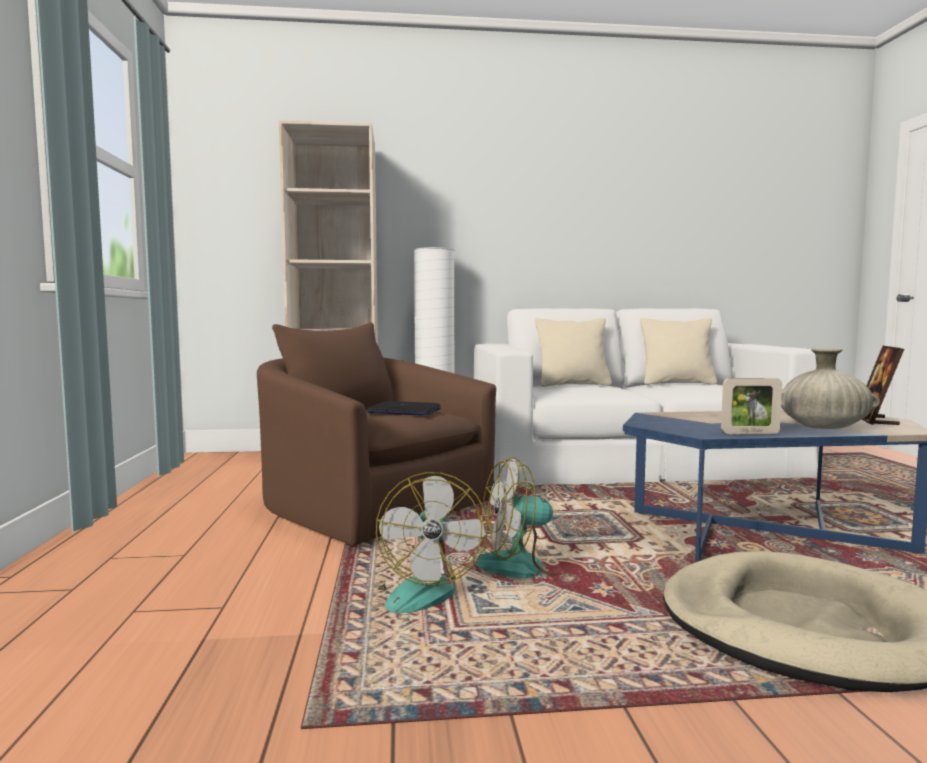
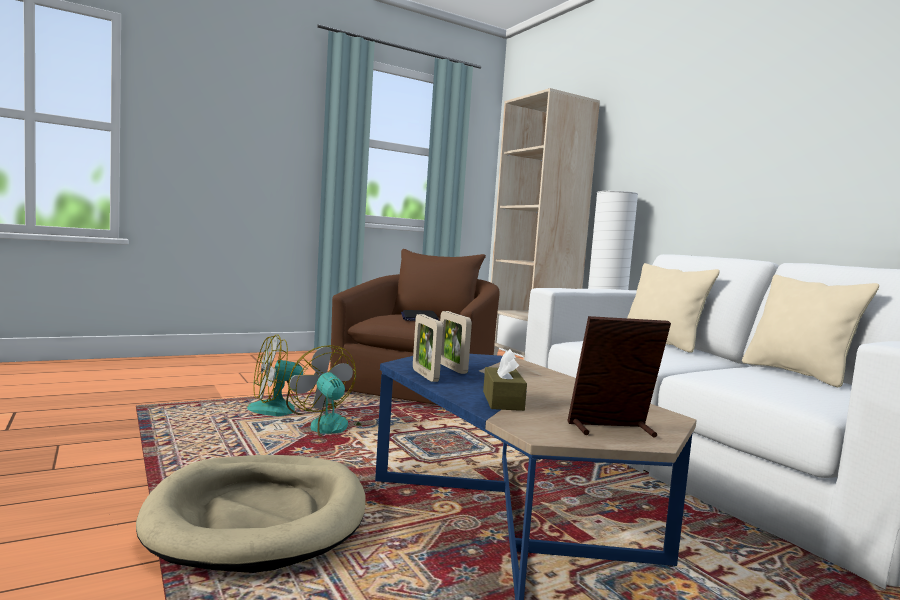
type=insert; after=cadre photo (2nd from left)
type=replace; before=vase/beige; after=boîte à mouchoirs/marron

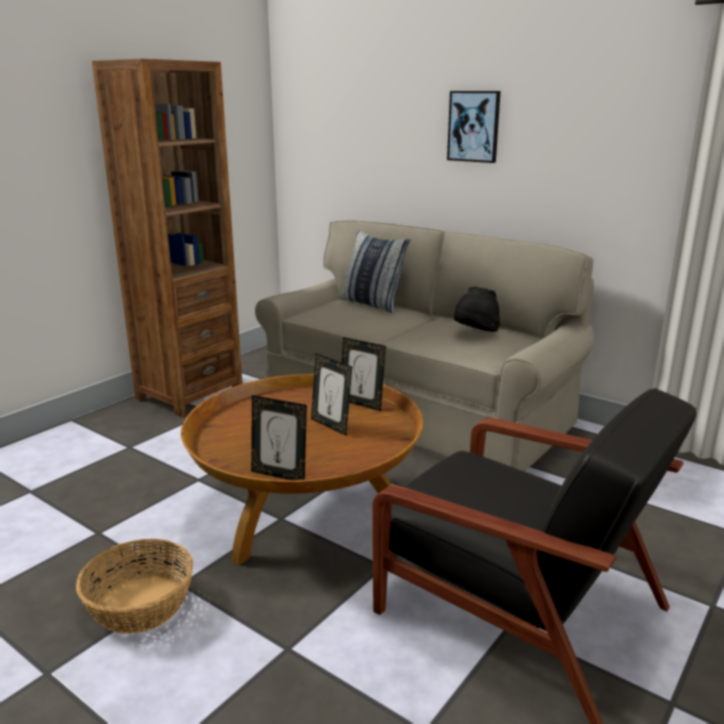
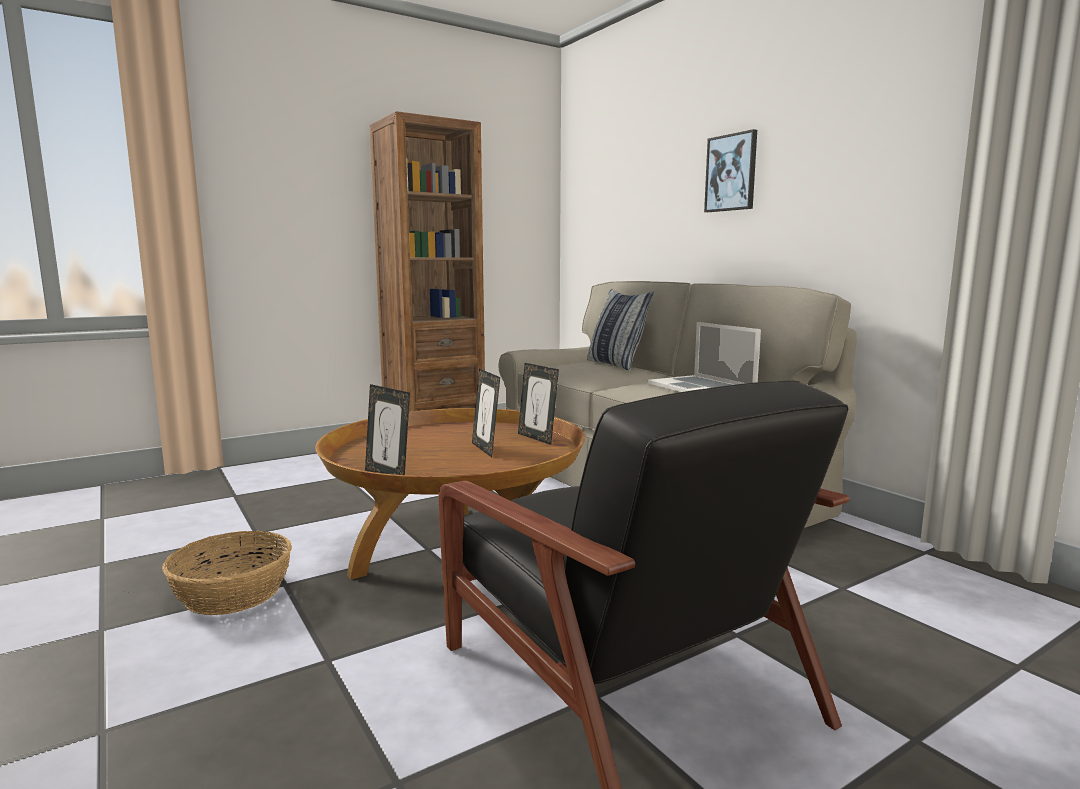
type=replace; before=chapeau/noir; after=ordinateur portable

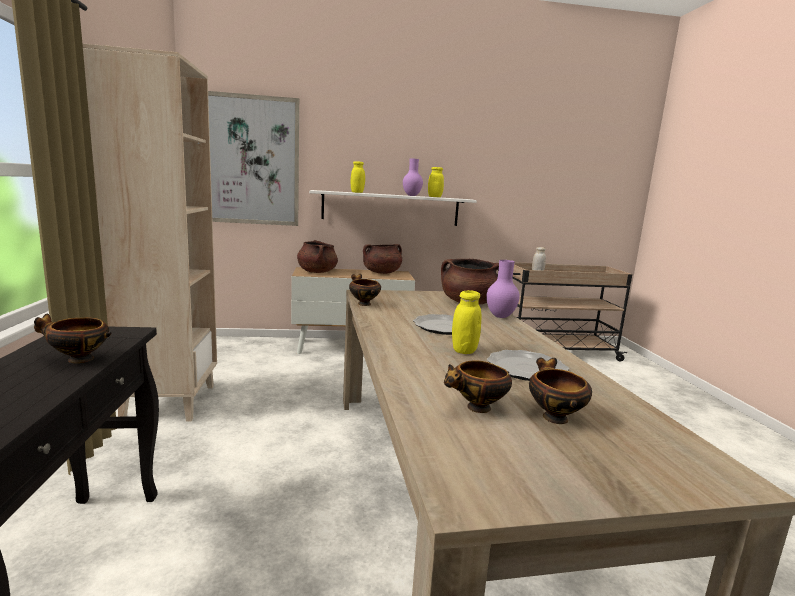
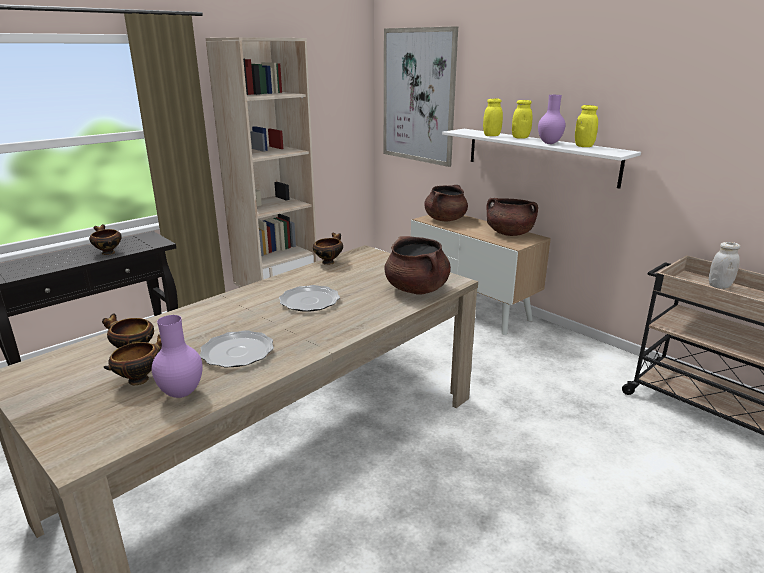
type=move; before=vase/violet (2nd from left in the first image); after=vase/violet (1st from left)
type=move; before=bocal/jaune (3rd from left in the first image); after=bocal/jaune (2nd from left)

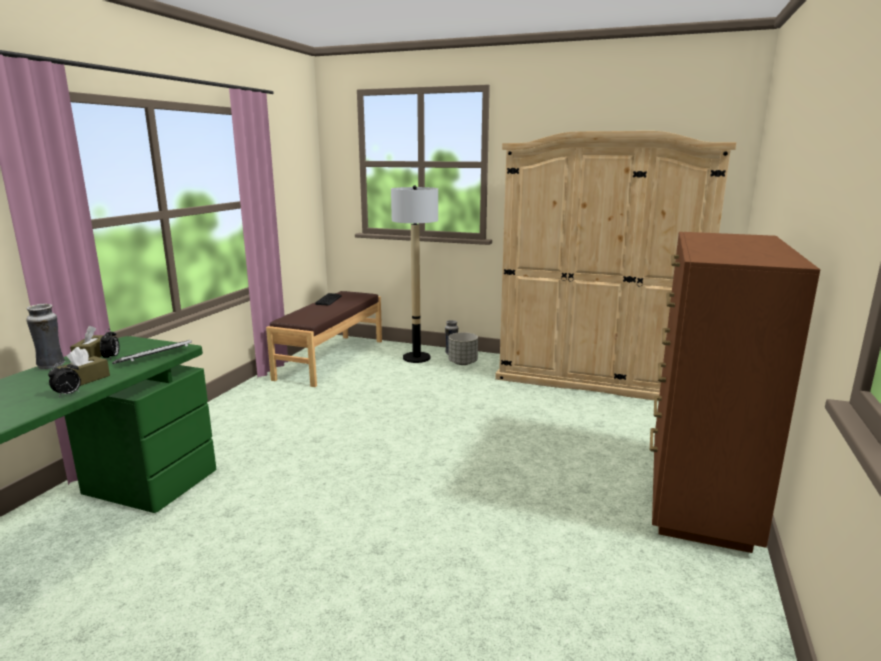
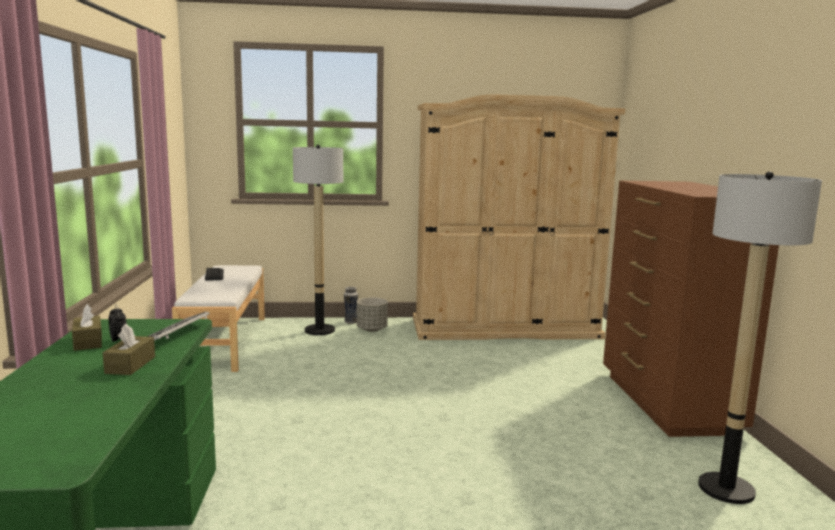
type=recolor; before=banc/marron; after=banc/blanc
type=insert; after=lampadaire (2nd from left)
type=delete; before=vase (1st from left)
type=delete; before=réveil (1st from left)

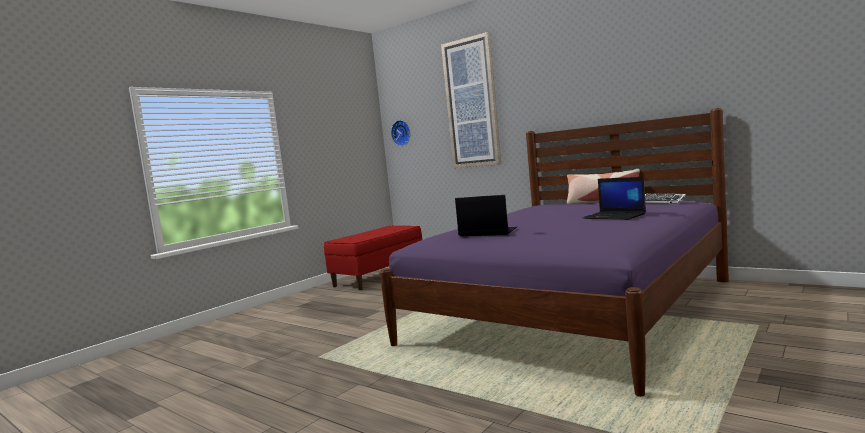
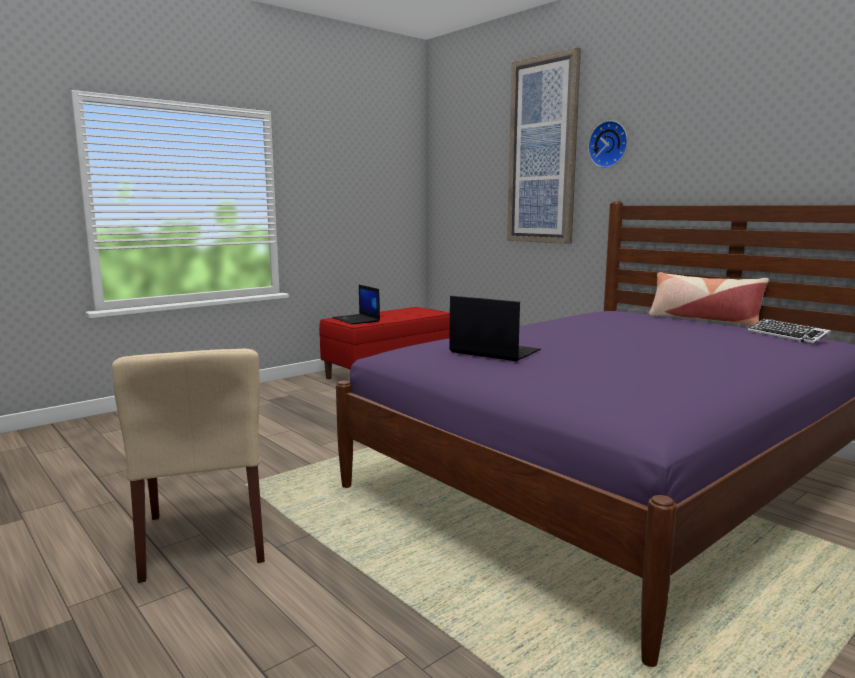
type=insert; after=chaise/beige
type=move; before=ordinateur portable (2nd from left in the first image); after=ordinateur portable (1st from left)
type=move; before=horloge murale

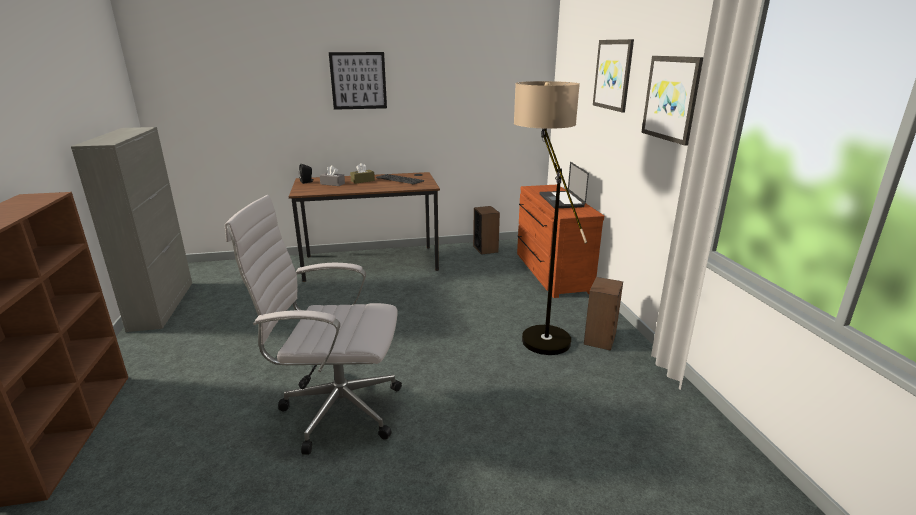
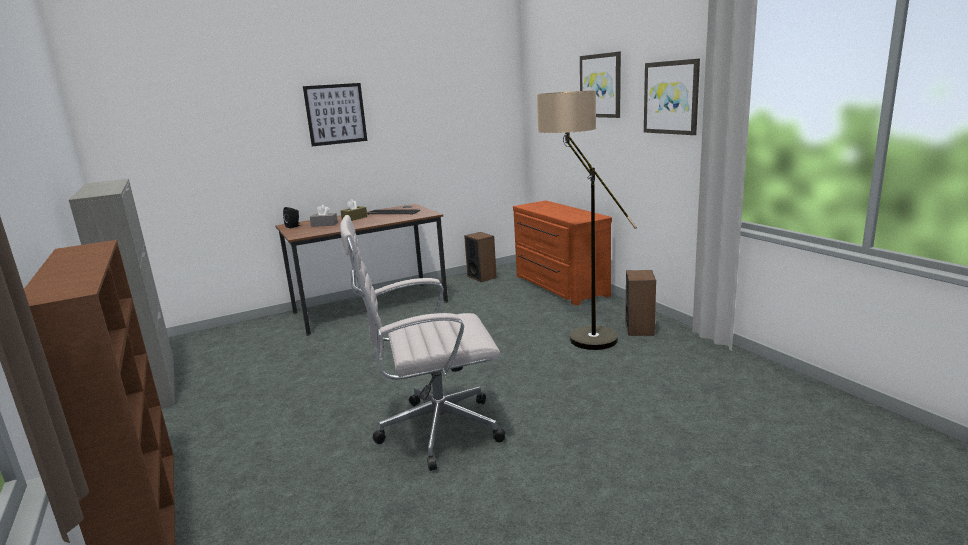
type=delete; before=ordinateur portable

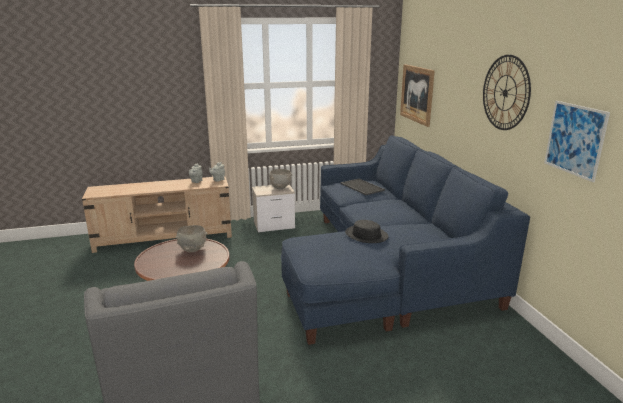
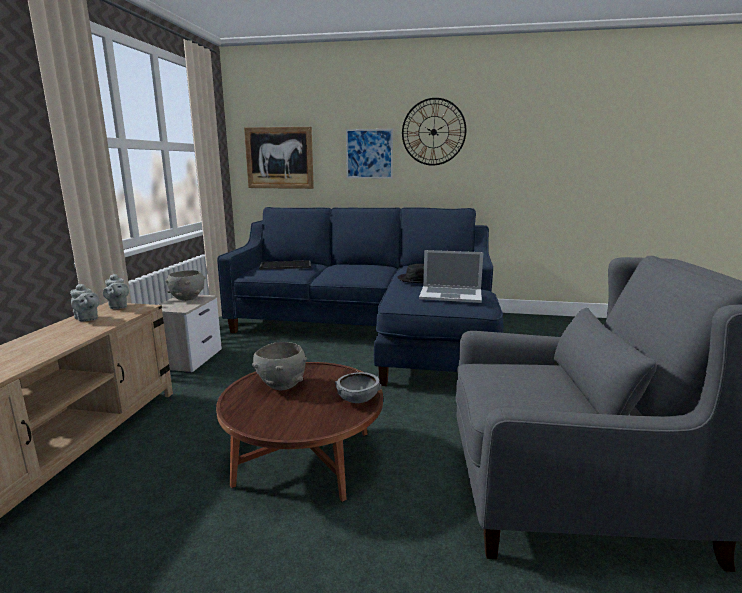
type=insert; after=bol/gris (3rd from left)
type=move; before=tableau (2nd from left)
type=insert; after=ordinateur portable

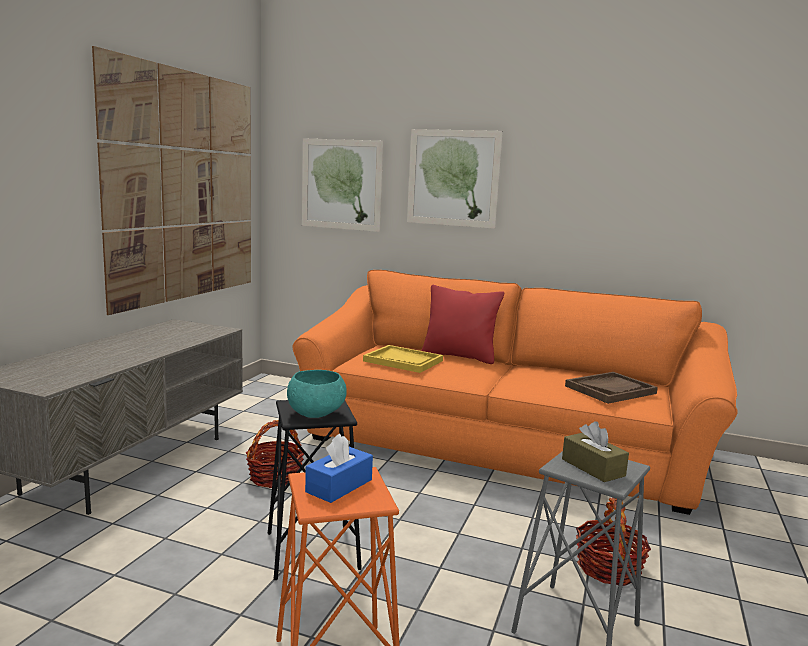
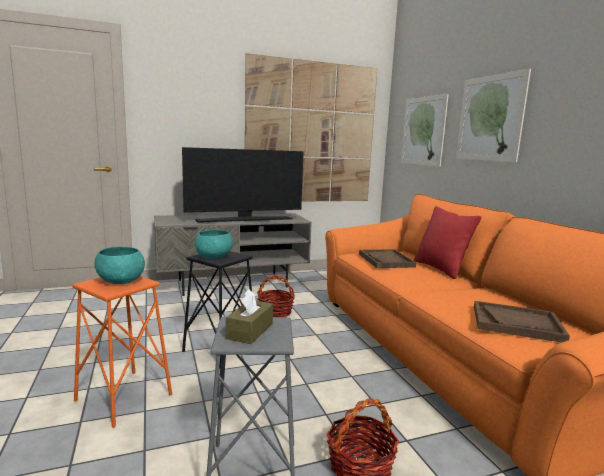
type=replace; before=boîte à mouchoirs/bleu; after=bol/turquoise (1st from left)
type=insert; after=téléviseur
type=recolor; before=plateau/jaune; after=plateau/marron (1st from left)

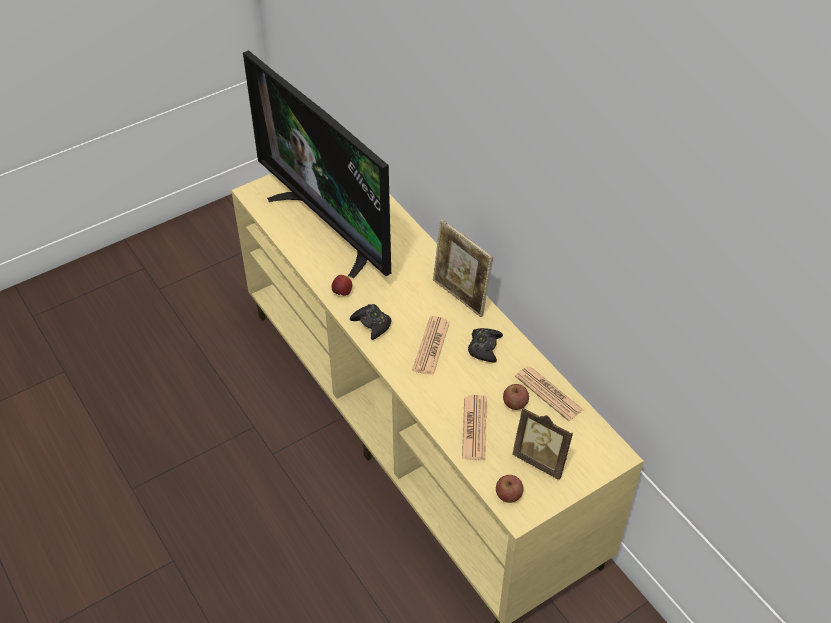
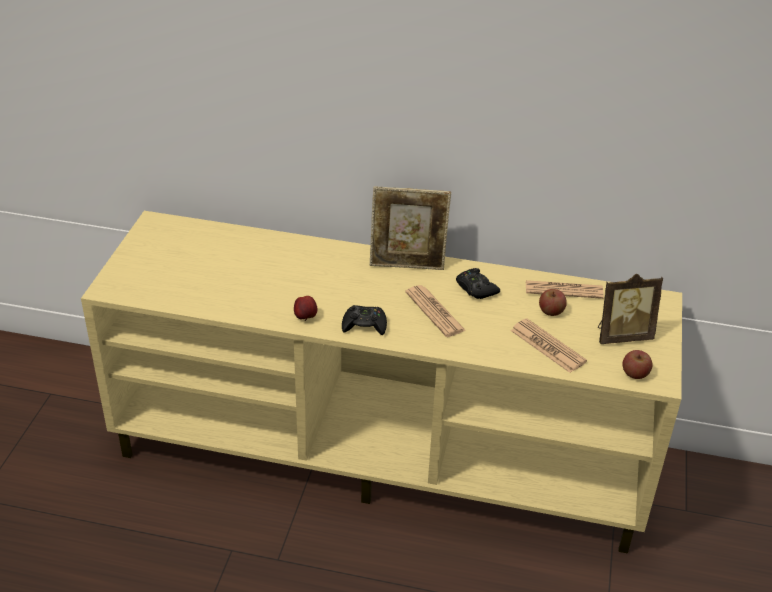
type=delete; before=téléviseur

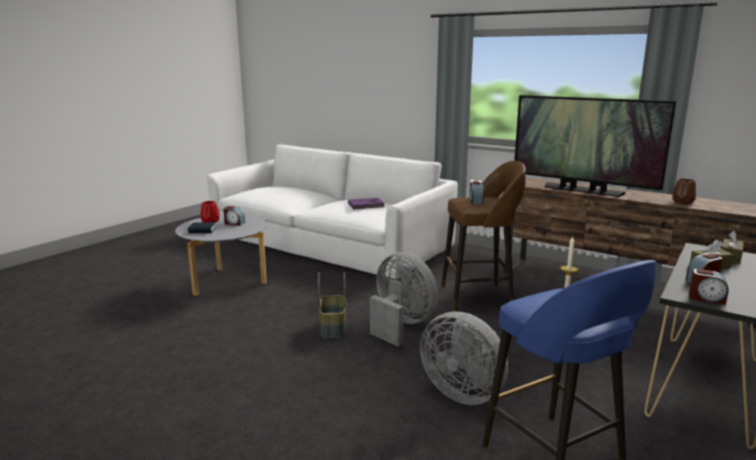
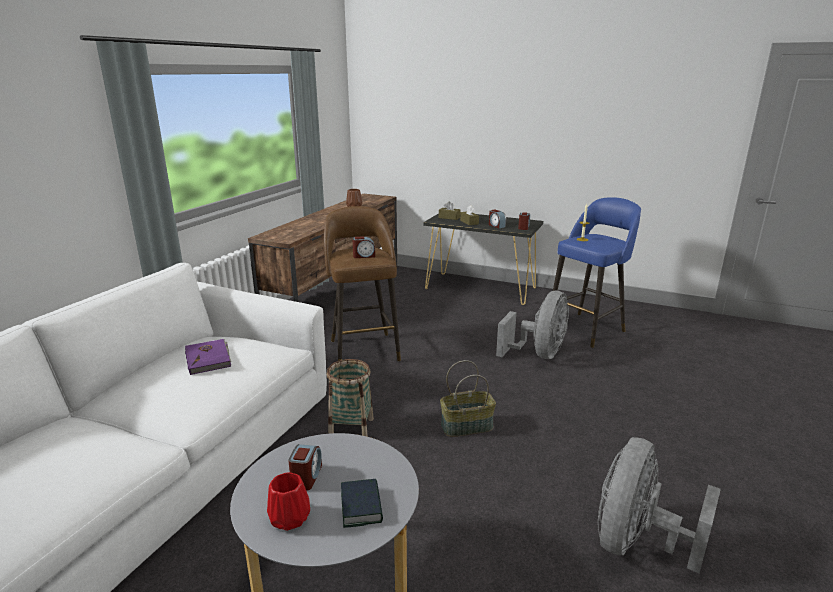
type=insert; after=panier (1st from left)
type=move; before=ventilateur/gris (1st from left in the first image); after=ventilateur/gris (2nd from left)
type=delete; before=téléviseur

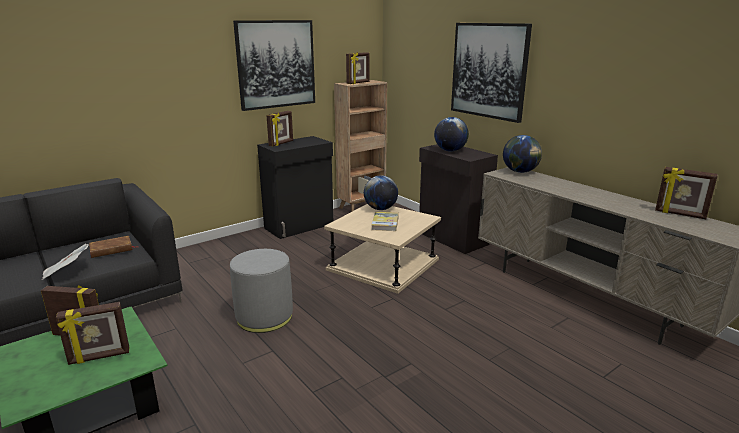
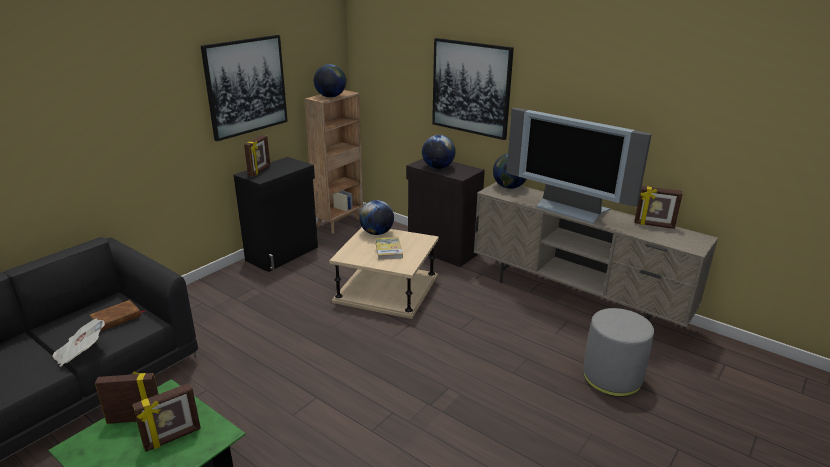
type=replace; before=cadre photo (4th from left); after=globe (1st from left)
type=insert; after=téléviseur
type=move; before=pouf/gris

